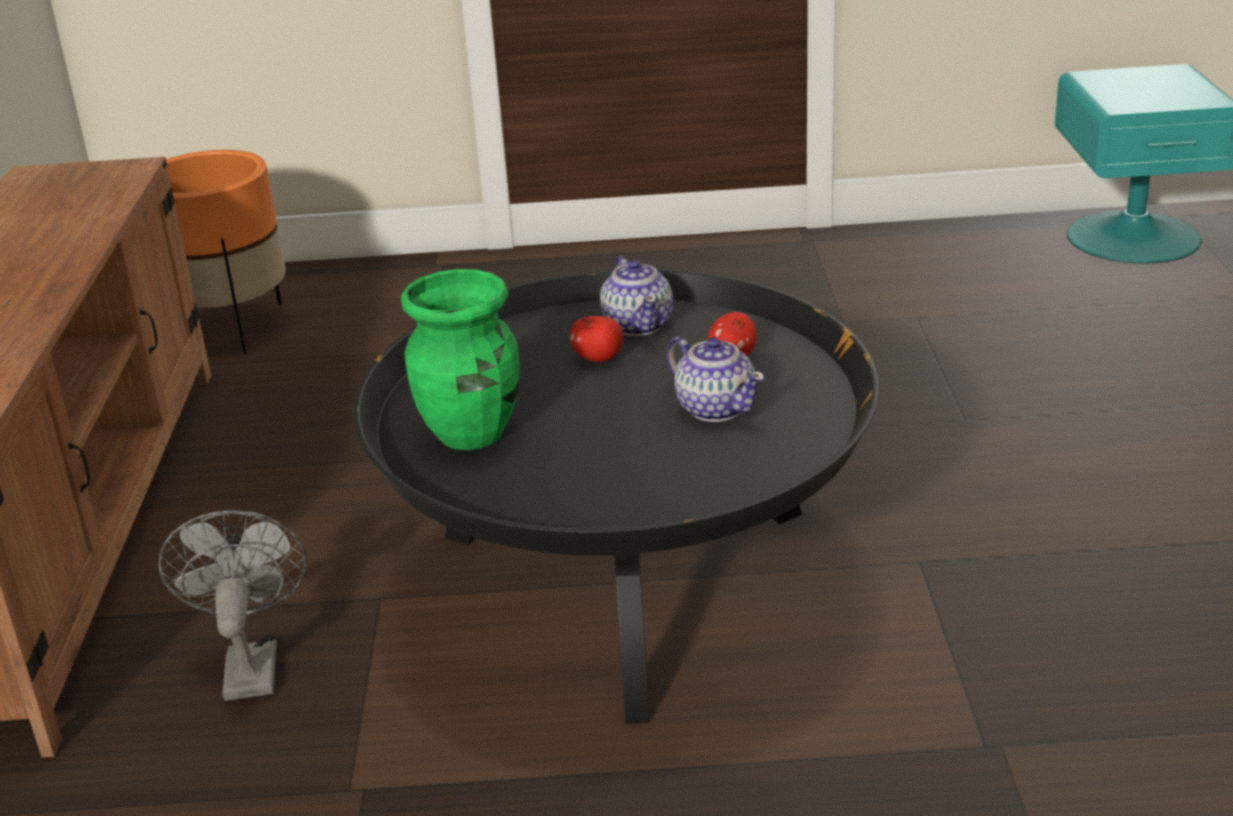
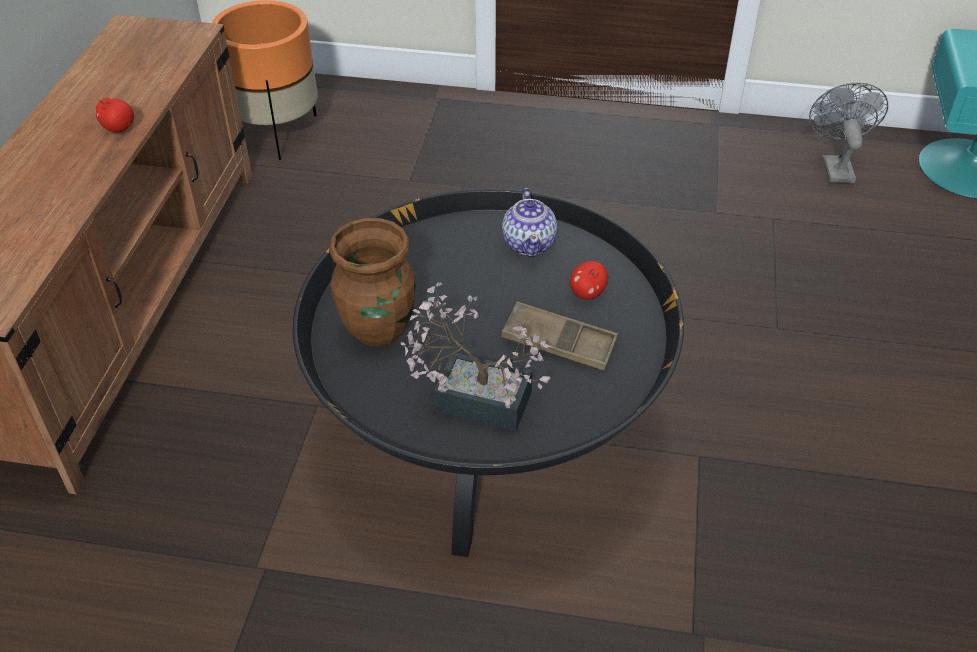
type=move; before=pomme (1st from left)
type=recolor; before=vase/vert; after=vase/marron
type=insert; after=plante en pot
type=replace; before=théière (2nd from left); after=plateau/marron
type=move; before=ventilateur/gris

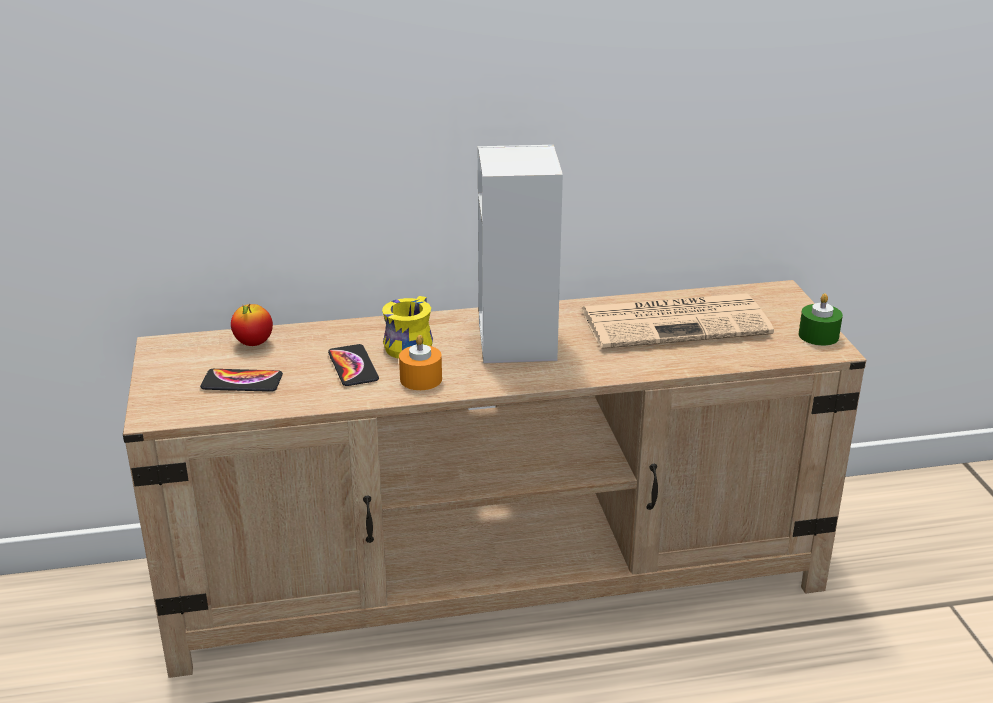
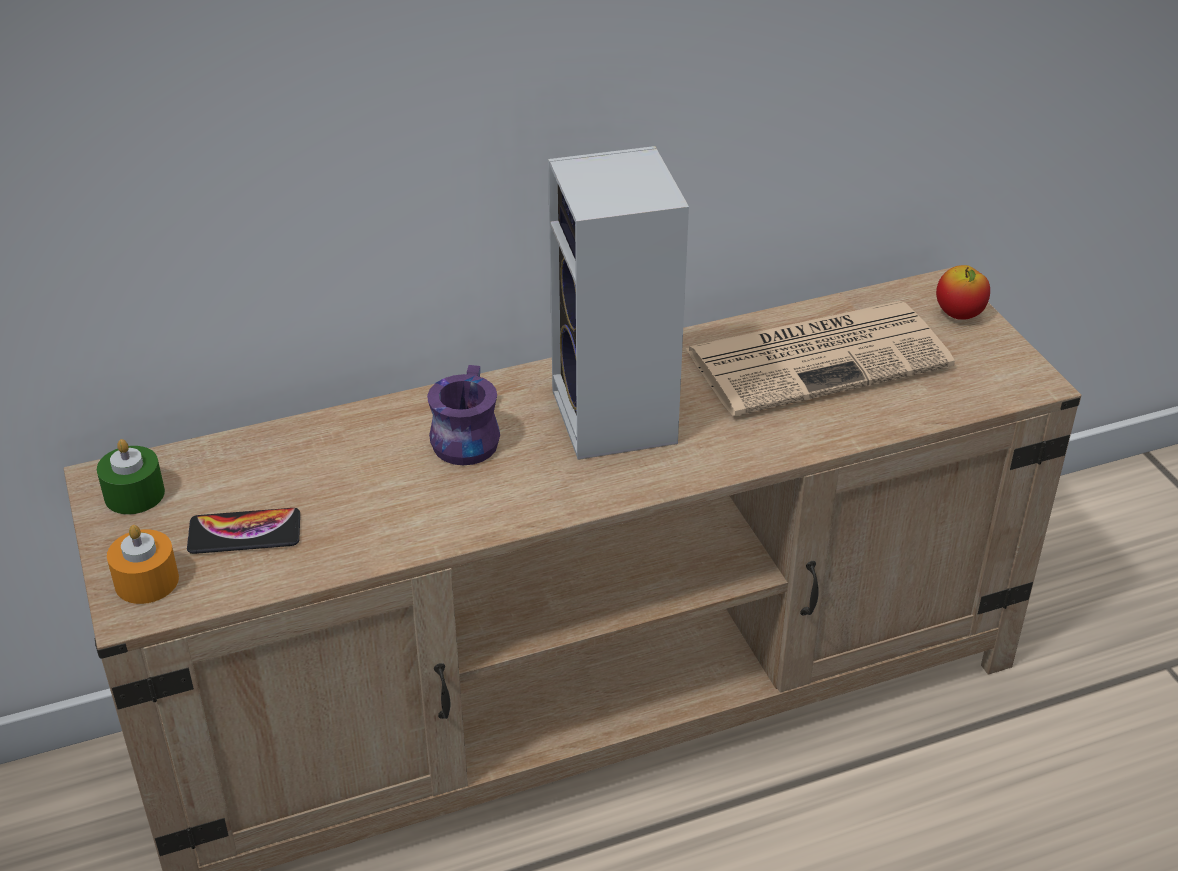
type=move; before=bougie/vert
type=move; before=bougie/orange
type=recolor; before=mug/jaune; after=mug/violet
type=move; before=pomme
type=delete; before=téléphone (2nd from left)

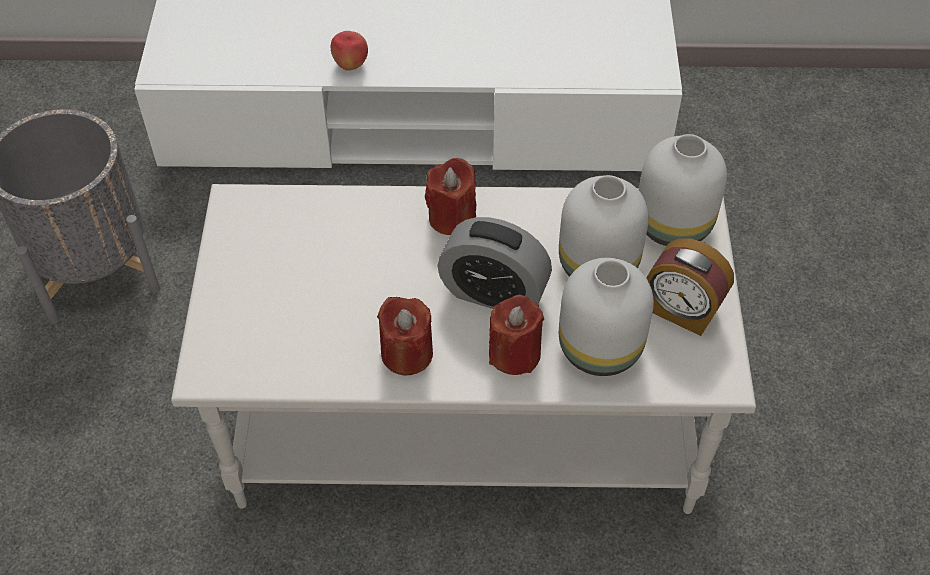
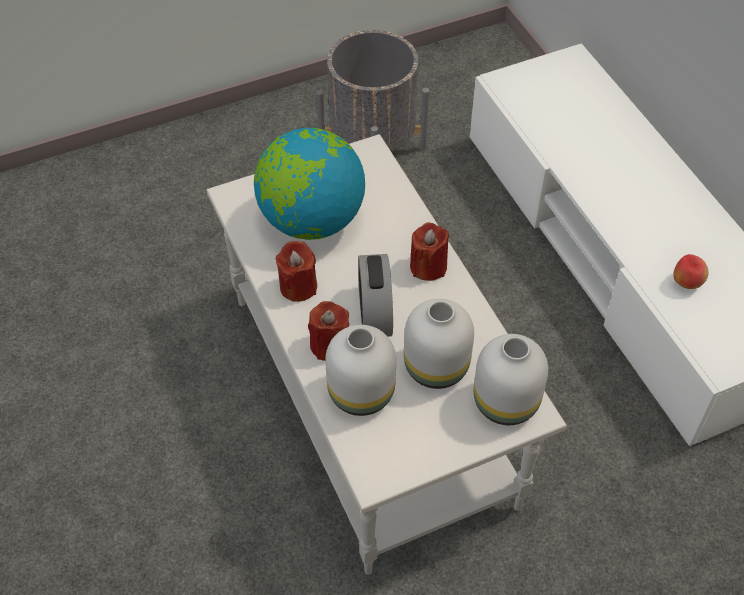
type=insert; after=globe
type=move; before=pomme
type=delete; before=réveil (2nd from left)

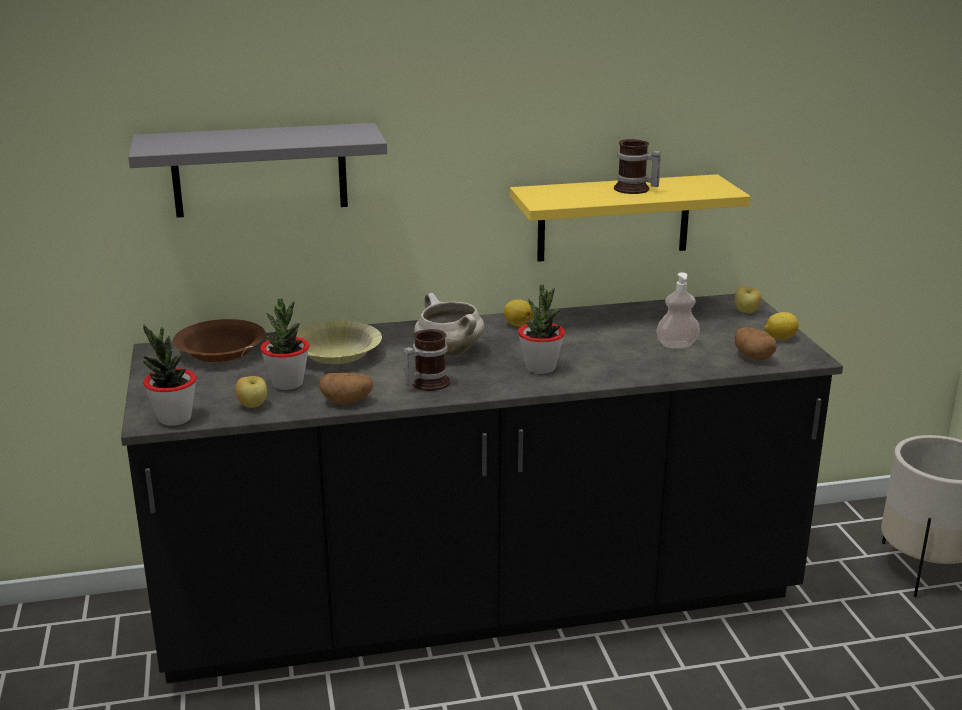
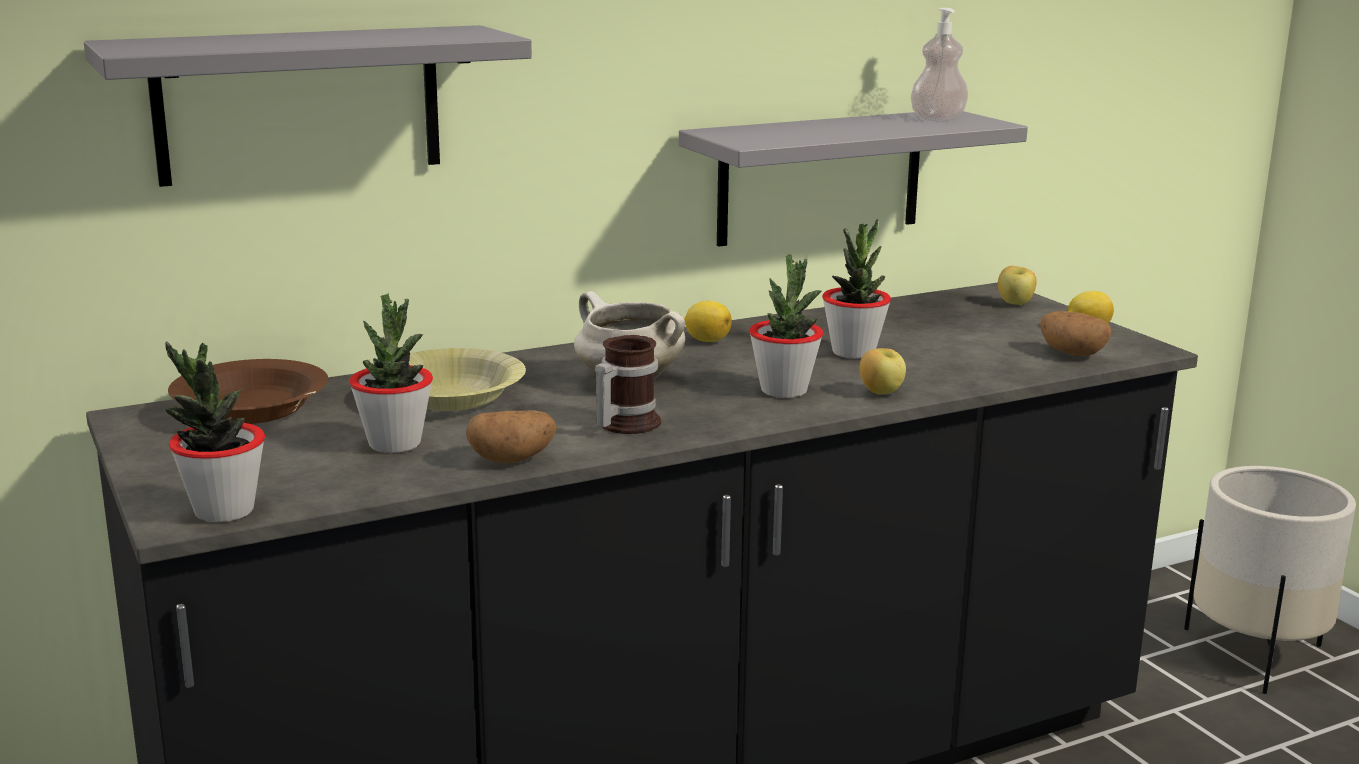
type=recolor; before=étagère/jaune; after=étagère/gris (2nd from left)
type=insert; after=plante en pot (4th from left)
type=move; before=pomme (1st from left)
type=move; before=distributeur de savon
type=delete; before=mug (2nd from left)

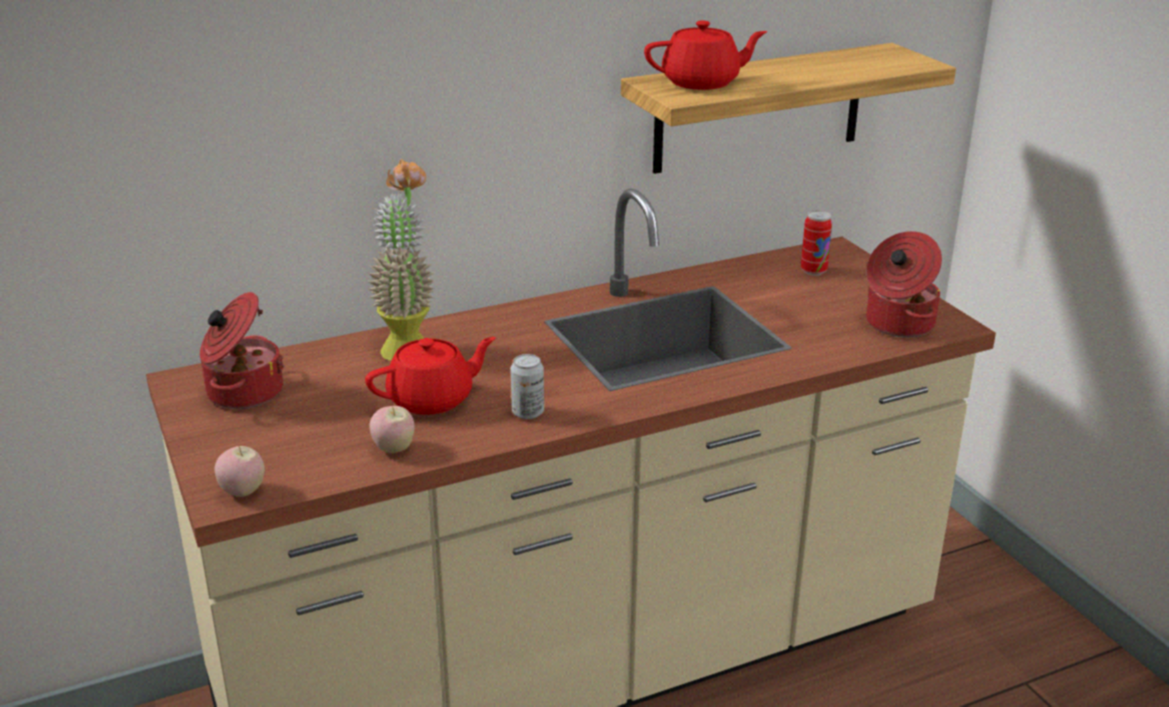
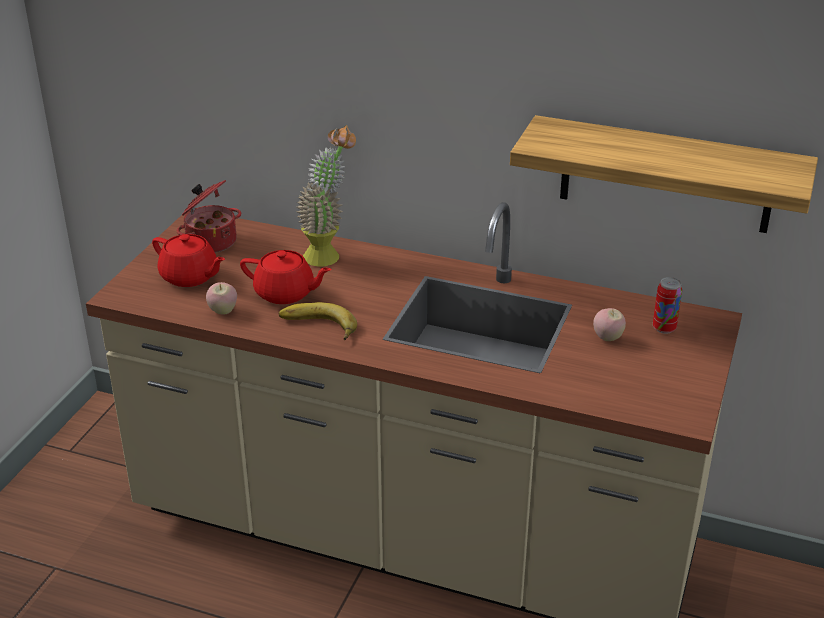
type=move; before=théière/rouge (2nd from left in the first image); after=théière/rouge (1st from left)
type=replace; before=boîte métallique (1st from left); after=banane
type=move; before=pomme (1st from left in the first image); after=pomme (2nd from left)
type=delete; before=marmite (2nd from left)

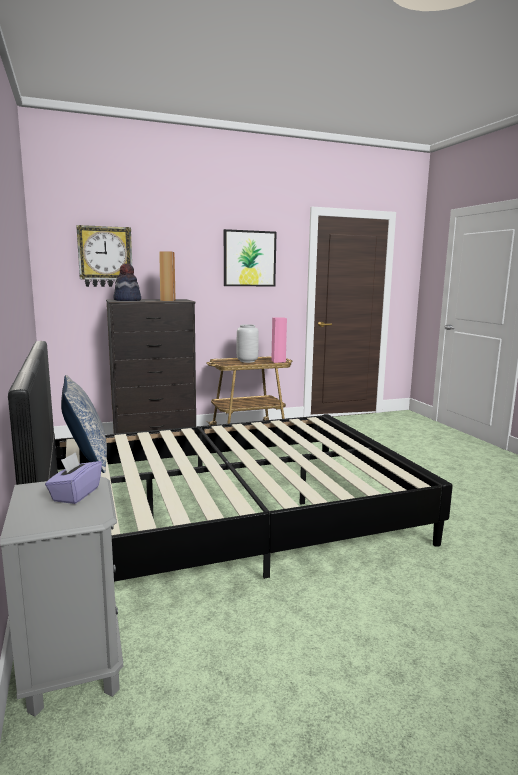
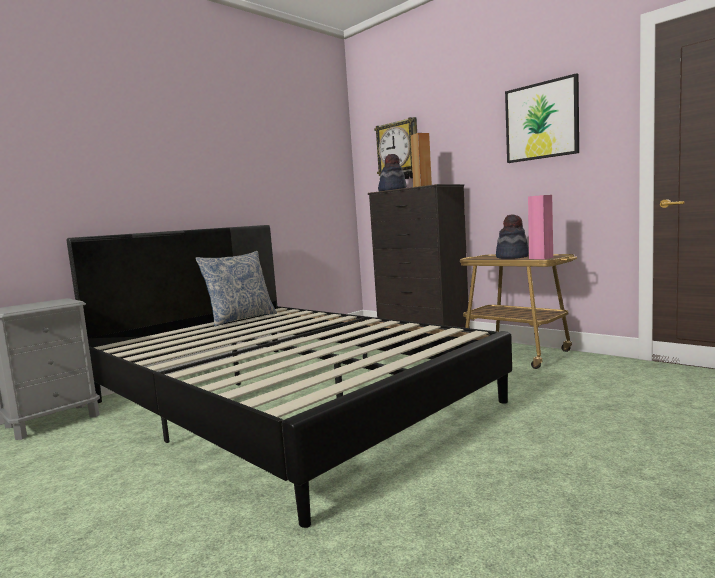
type=replace; before=vase/gris; after=chapeau (2nd from left)
type=delete; before=boîte à mouchoirs/violet

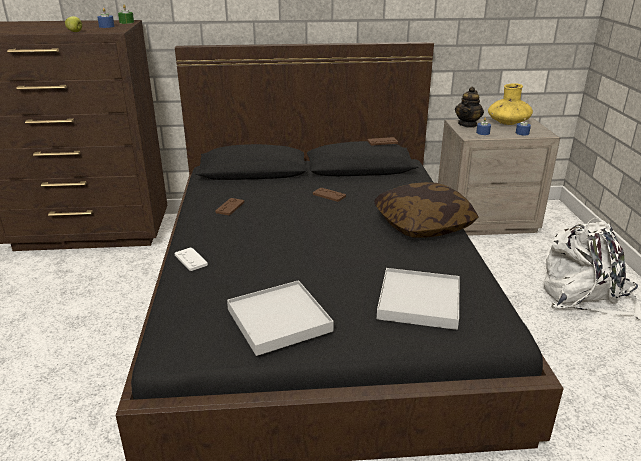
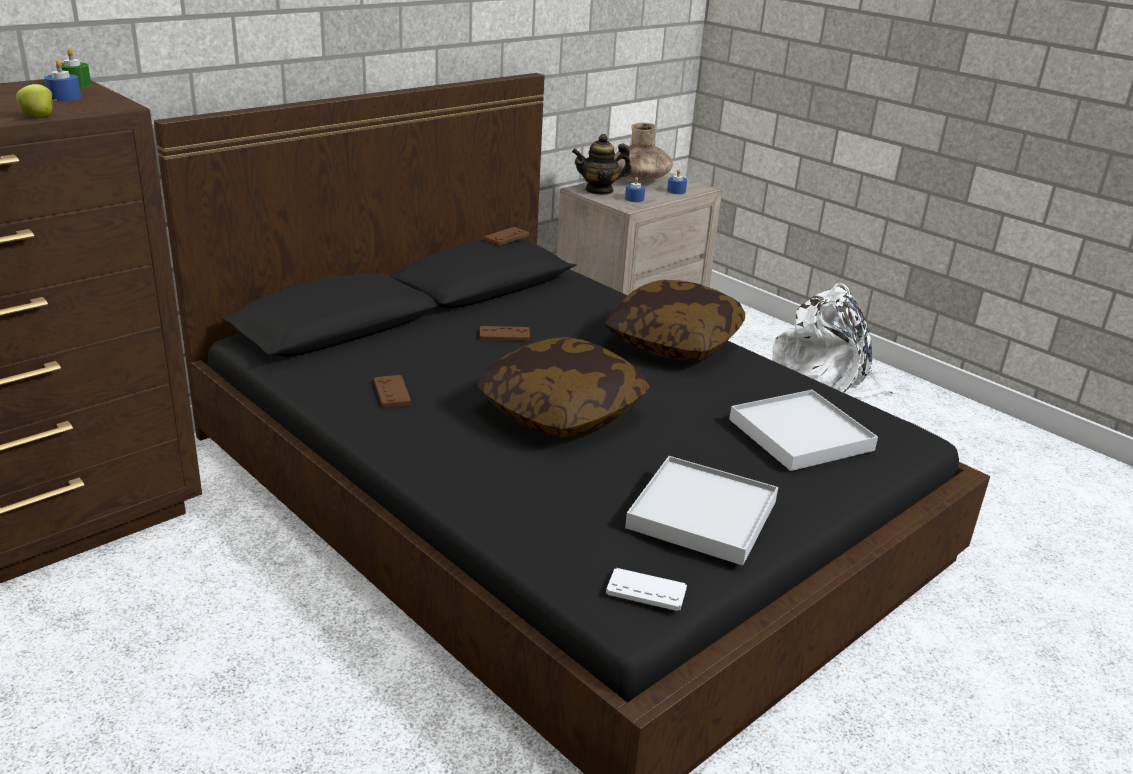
type=insert; after=coussin (1st from left)
type=rotate; before=théière; turn=90
type=move; before=manette/blanc
type=recolor; before=vase/jaune; after=vase/marron

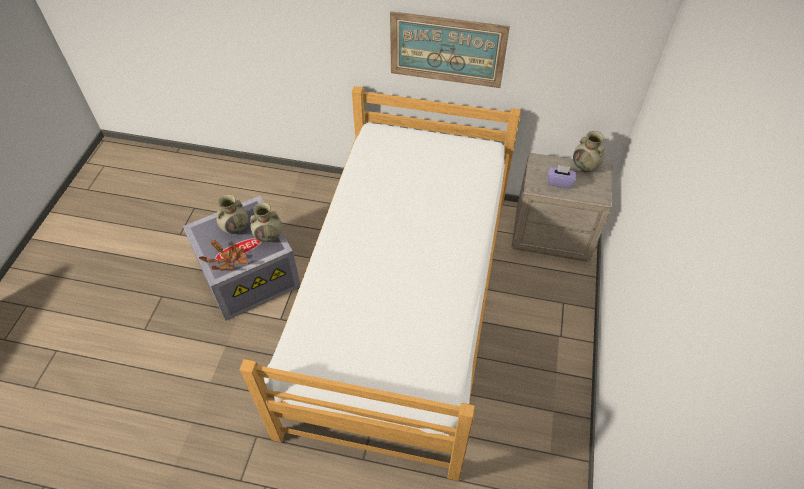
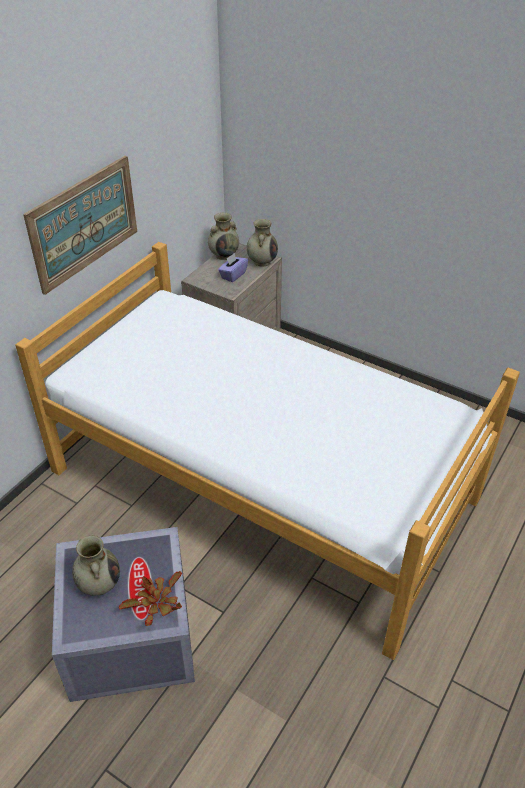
type=move; before=vase/beige (2nd from left in the first image); after=vase/beige (3rd from left)

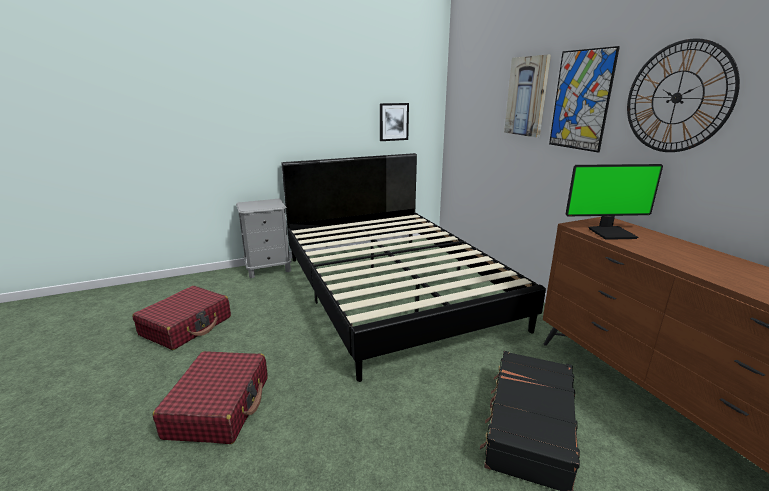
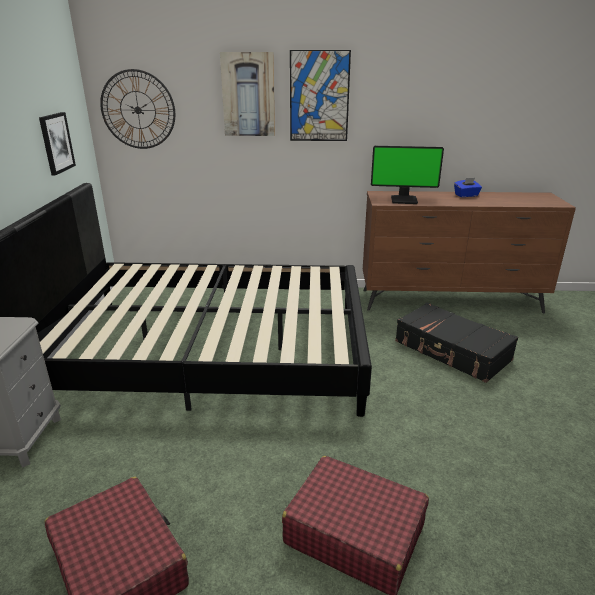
type=move; before=horloge murale
type=rotate; before=écran d'ordinateur; turn=75
type=insert; after=boîte à mouchoirs/bleu

